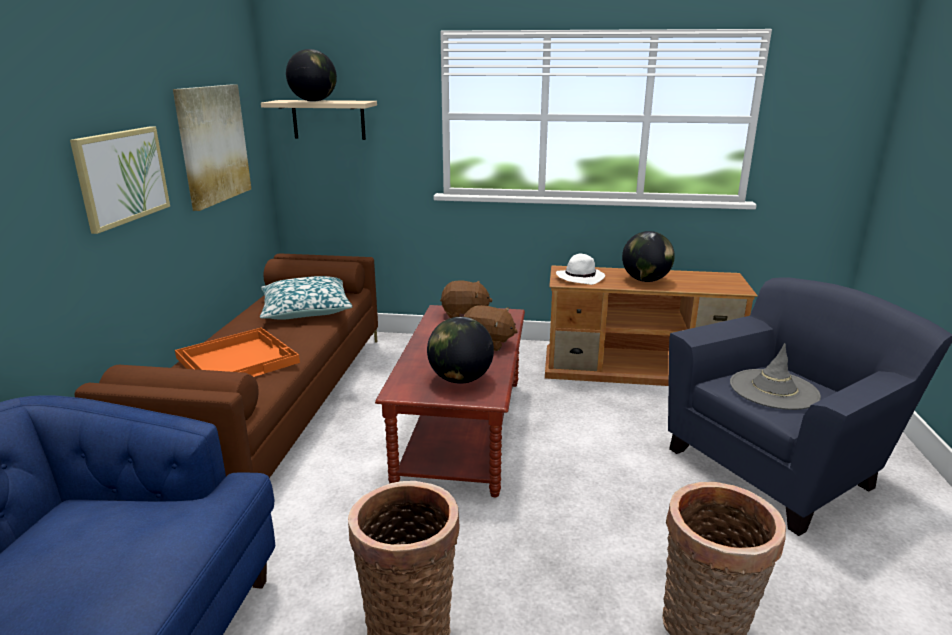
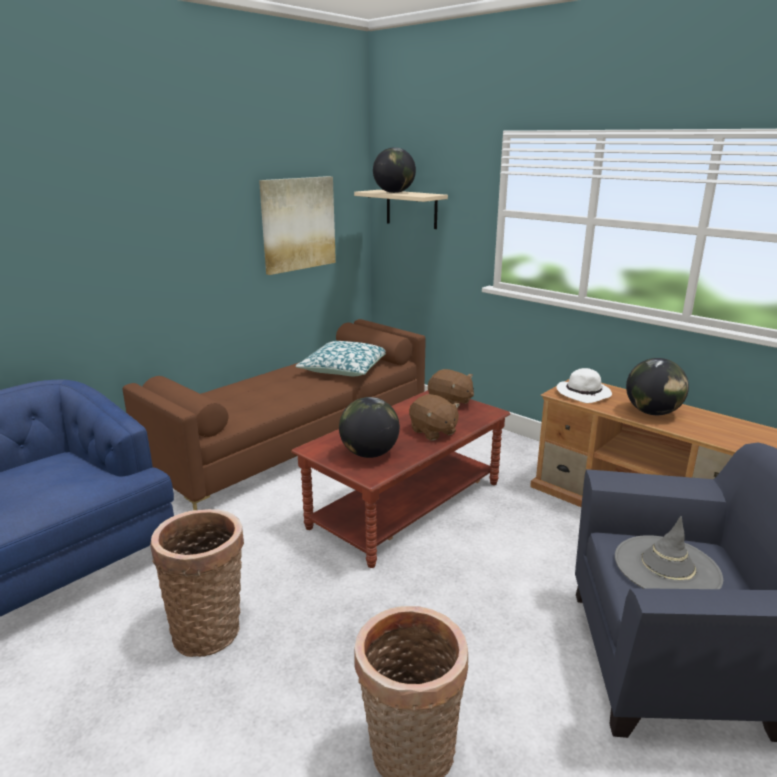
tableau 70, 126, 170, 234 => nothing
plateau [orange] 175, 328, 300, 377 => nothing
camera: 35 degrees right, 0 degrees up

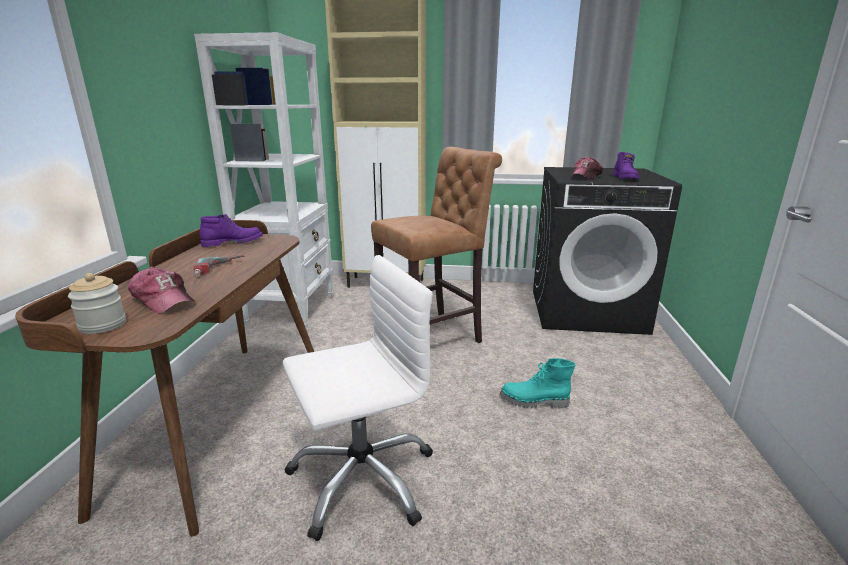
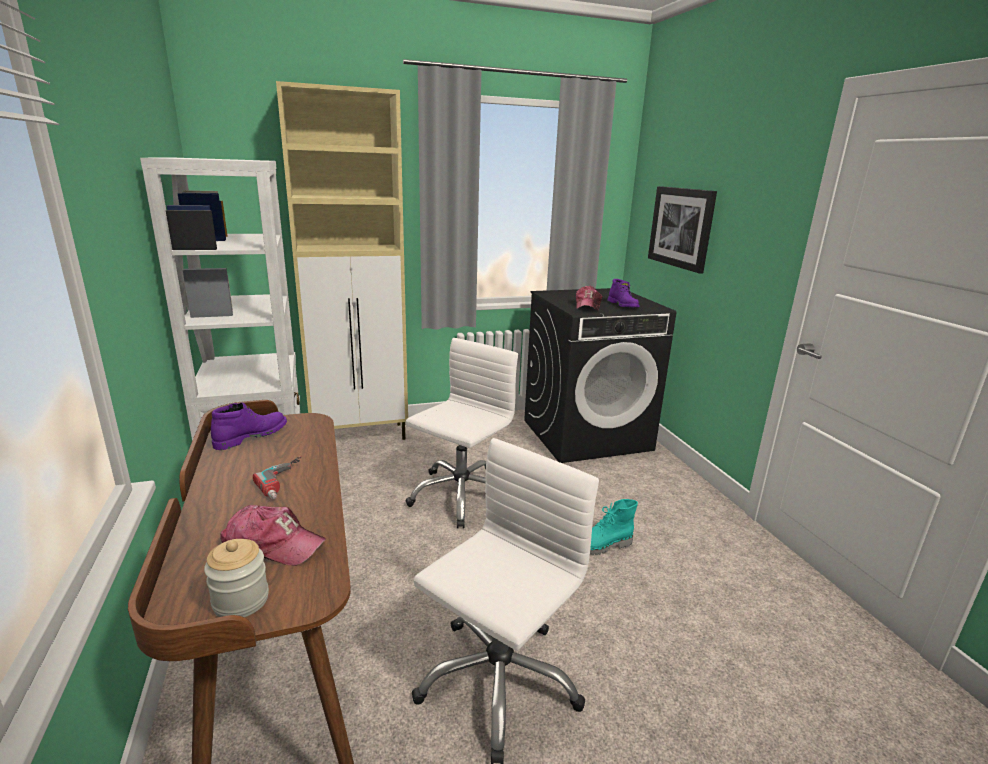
tabouret [marron] 371, 147, 502, 343 => chaise de bureau [blanc] 405, 338, 518, 528
nothing => tableau 648, 186, 717, 274
camera: 25 degrees left, 0 degrees up

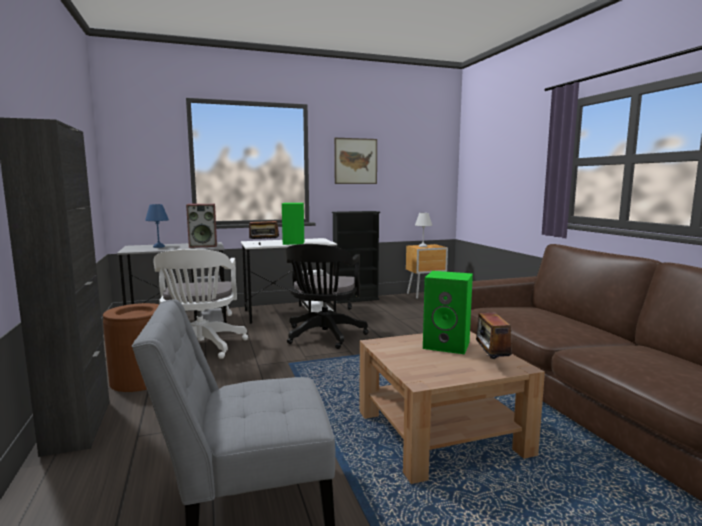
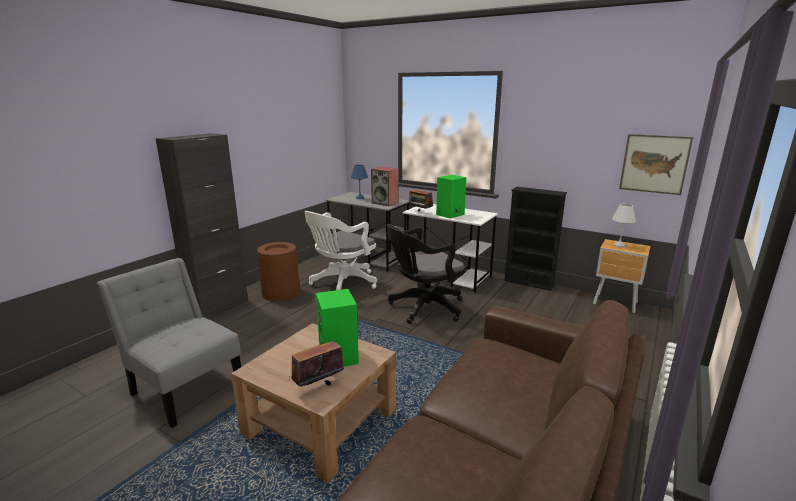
tableau 334, 138, 377, 184 => tableau 619, 134, 693, 195, shifted
camera: 50 degrees right, 10 degrees up

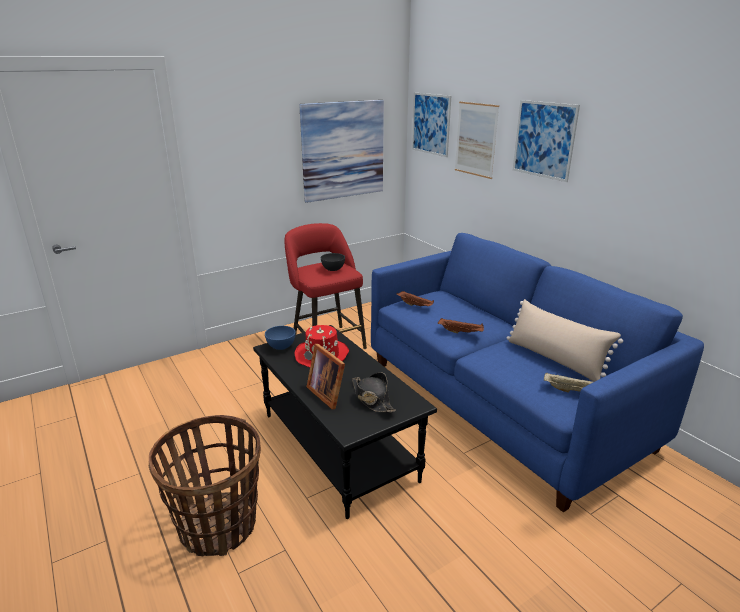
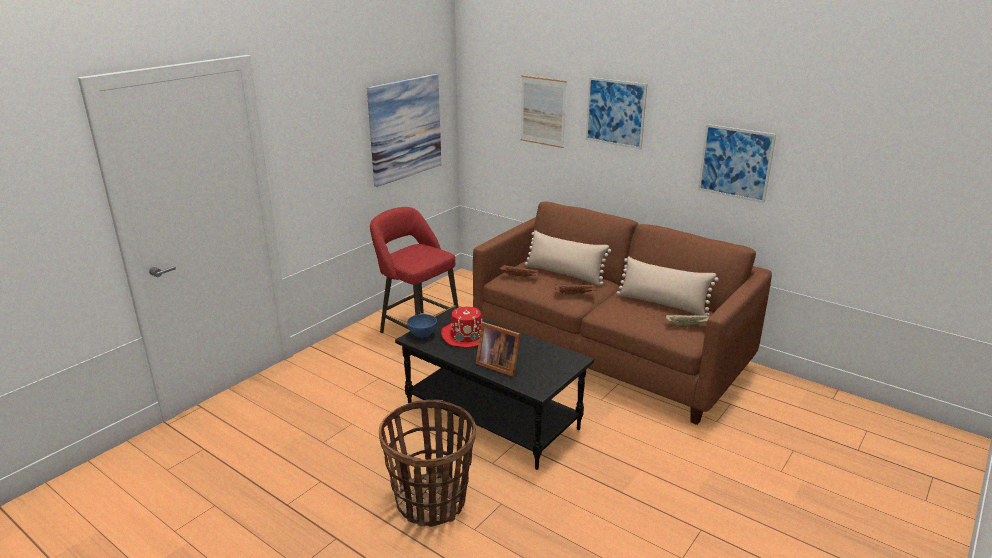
tableau 412, 92, 451, 157 => tableau 698, 124, 776, 203, shifted
canapé [bleu] 371, 233, 704, 512 => canapé [marron] 473, 202, 772, 425
bol [gris] 321, 253, 345, 271 => nothing
chapeau [noir] 352, 372, 396, 413 => nothing
nothing => coussin [beige] 525, 230, 611, 286
camera: 20 degrees left, 0 degrees up

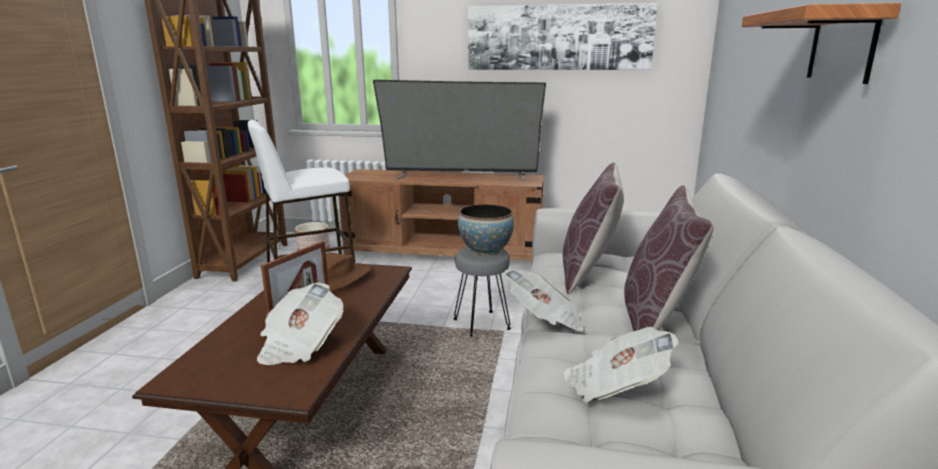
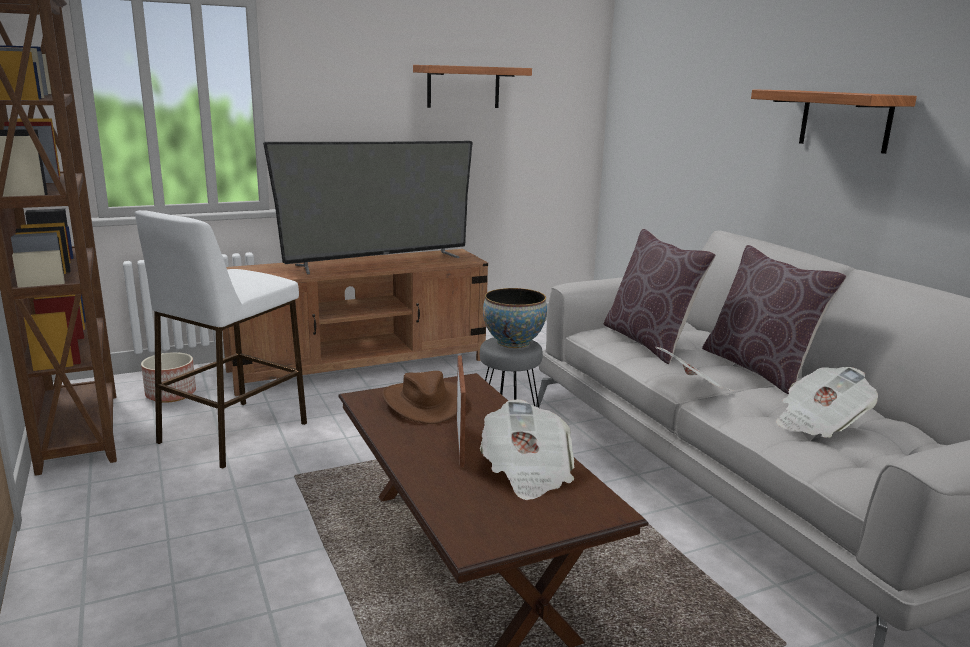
tableau 468, 3, 657, 70 => étagère 413, 65, 532, 108
camera: 35 degrees left, 0 degrees up

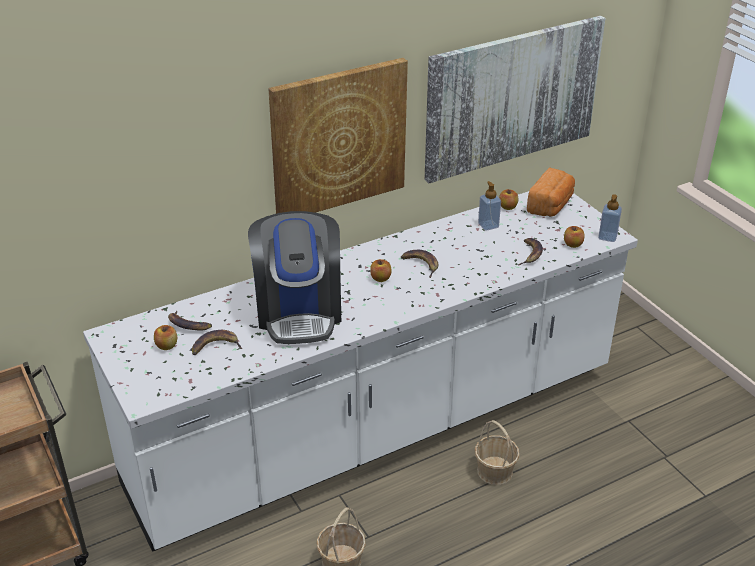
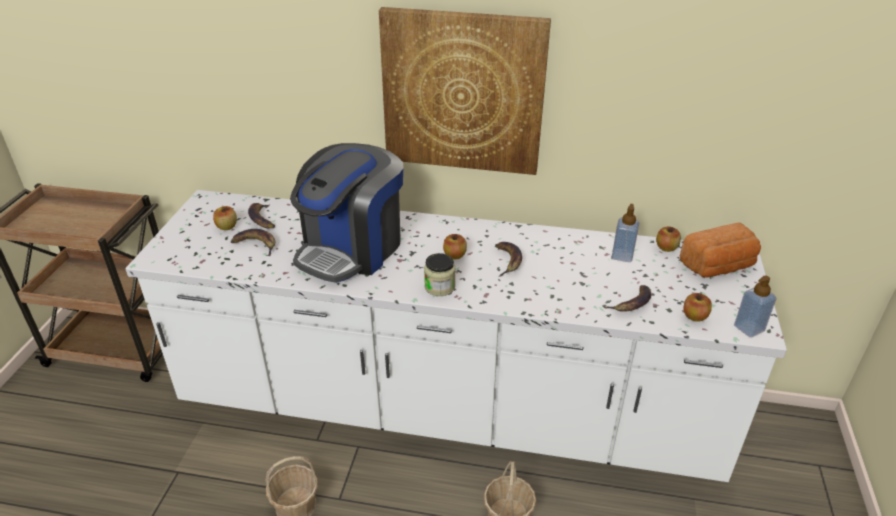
tableau 424, 16, 606, 183 => nothing
nothing => bocal 424, 253, 455, 296
camera: 40 degrees right, 0 degrees up

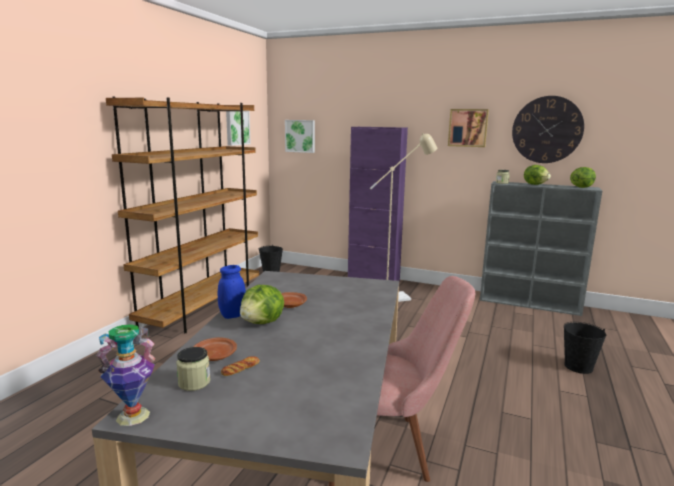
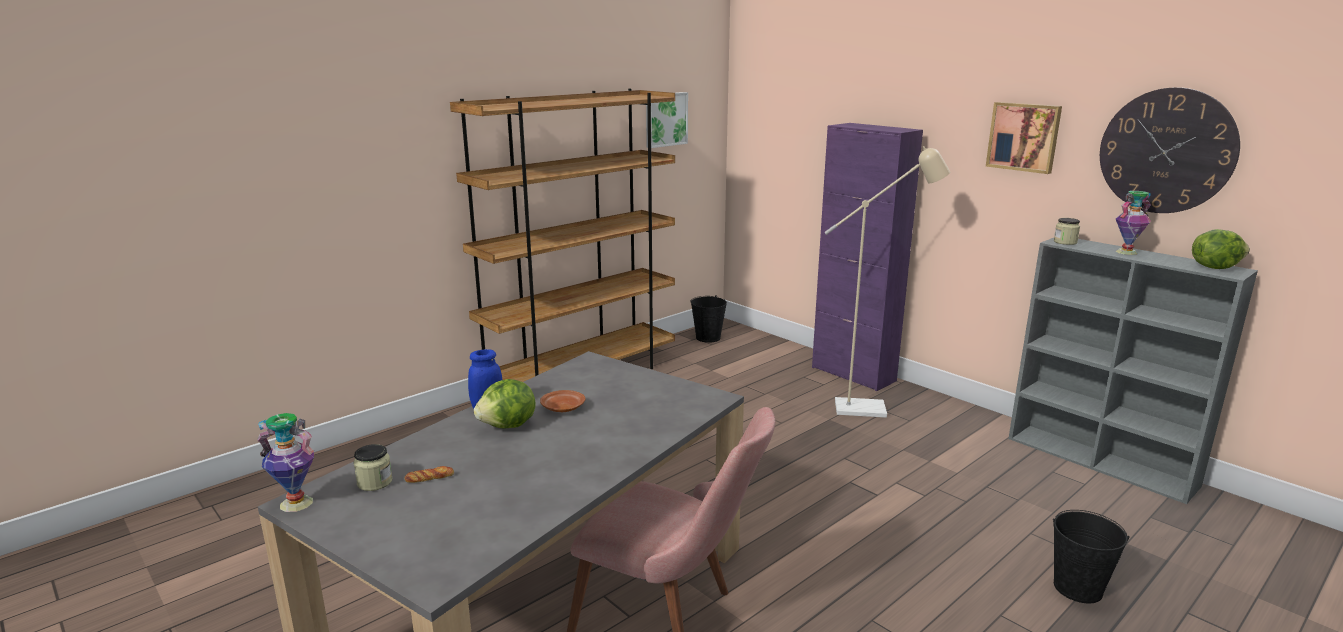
tableau 285, 120, 315, 153 => nothing
laitue 524, 165, 551, 185 => vase 1115, 191, 1151, 255
assiette [marron] 193, 337, 237, 361 => nothing
camera: 25 degrees right, 5 degrees up

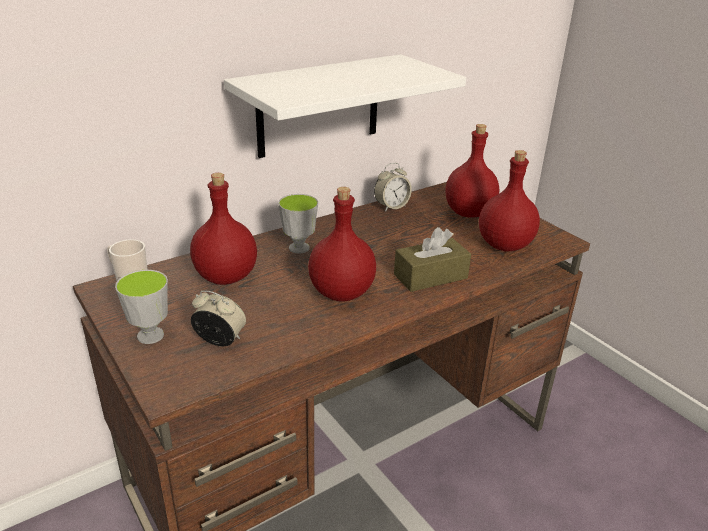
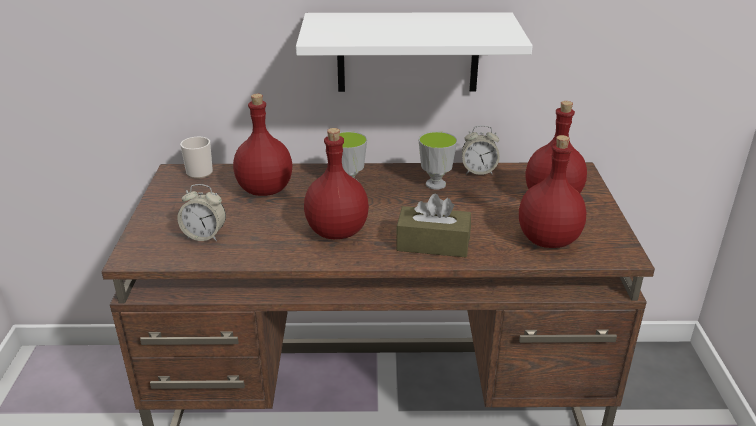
tasse 115, 270, 168, 344 => tasse 419, 131, 457, 190, shifted
réveil 191, 290, 246, 346 => réveil 177, 184, 226, 241, 135 degrees clockwise
camera: 35 degrees right, 0 degrees up

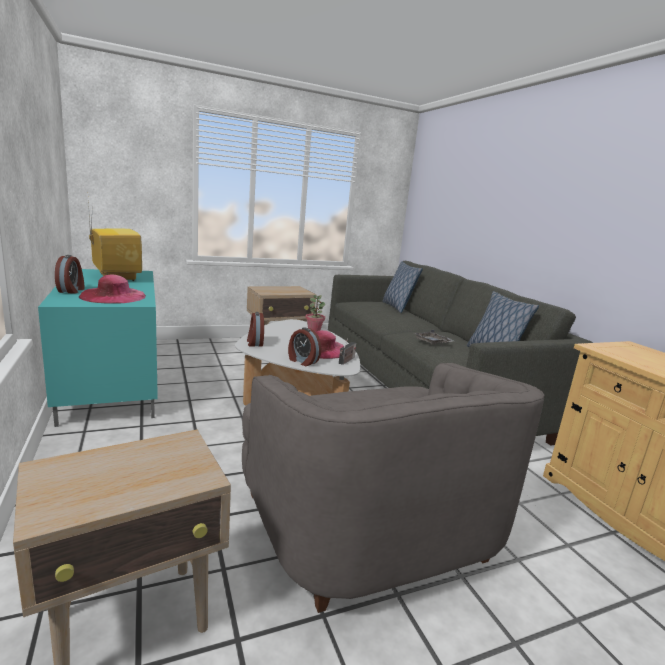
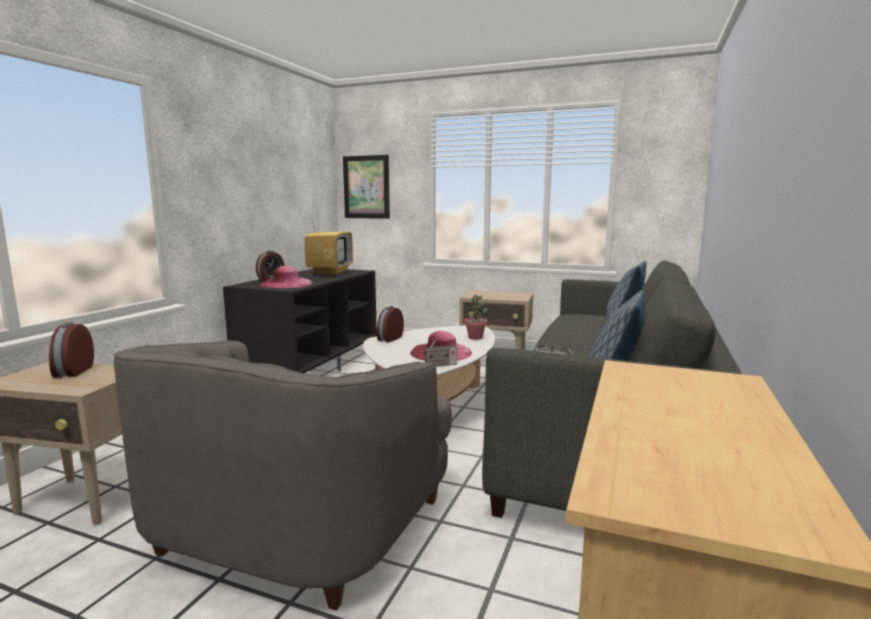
meuble télé [turquoise] 38, 269, 158, 427 => meuble télé [noir] 223, 269, 377, 373
réveil 288, 327, 321, 366 => réveil 49, 322, 94, 377, shifted
nothing => tableau 343, 155, 390, 219
camera: 45 degrees right, 5 degrees down

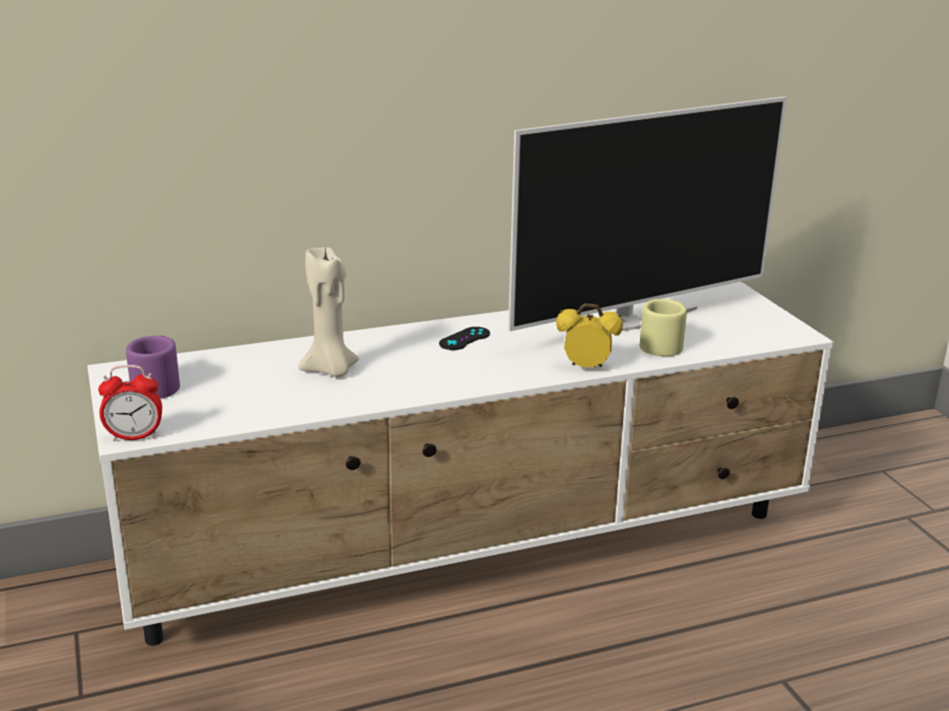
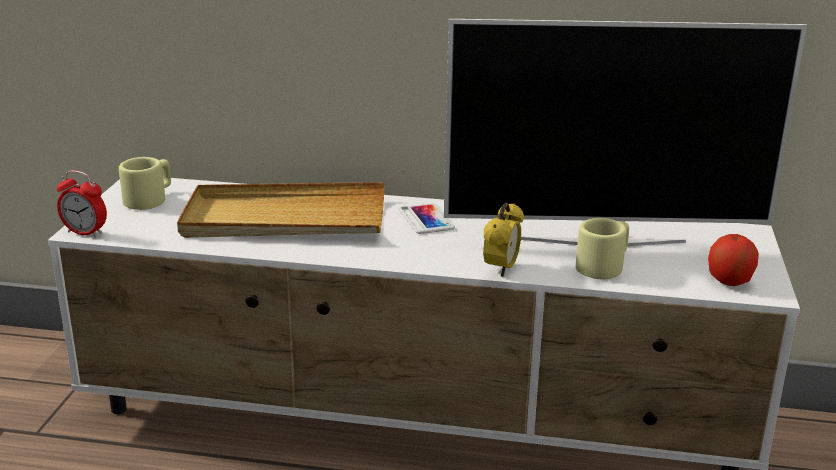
bougie [beige] 298, 247, 359, 376 => plateau [beige] 177, 182, 384, 238
réveil 556, 303, 623, 368 => réveil 483, 202, 524, 277, 75 degrees clockwise
manette [noir] 439, 327, 490, 350 => téléphone 399, 203, 455, 234
mug [violet] 126, 335, 180, 399 => mug [beige] 119, 157, 171, 210
nothing => pomme 708, 234, 759, 286
camera: 30 degrees right, 0 degrees up

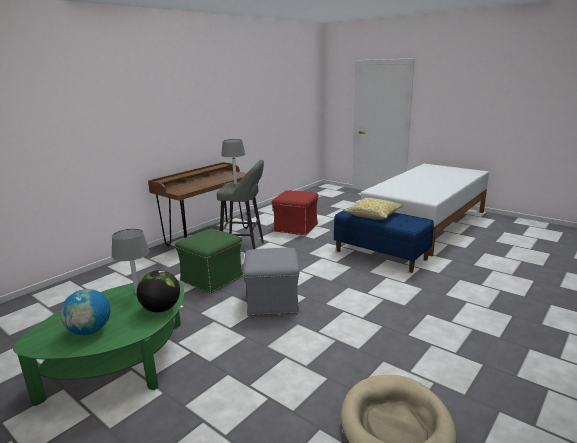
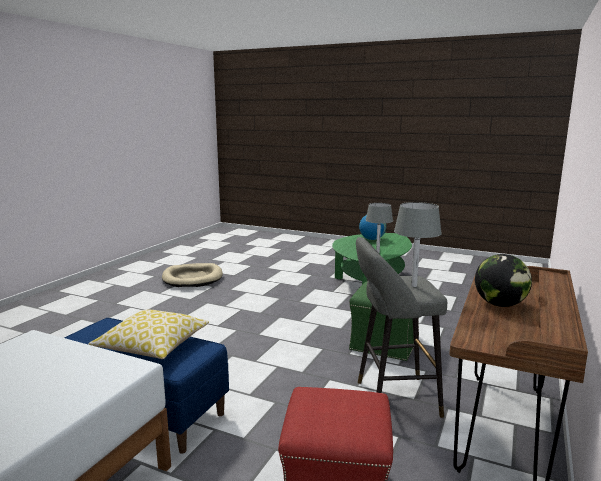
pouf [gris] 243, 248, 300, 316 => nothing
globe 137, 270, 180, 312 => globe 475, 254, 532, 307, shifted
camera: 165 degrees right, 5 degrees down

